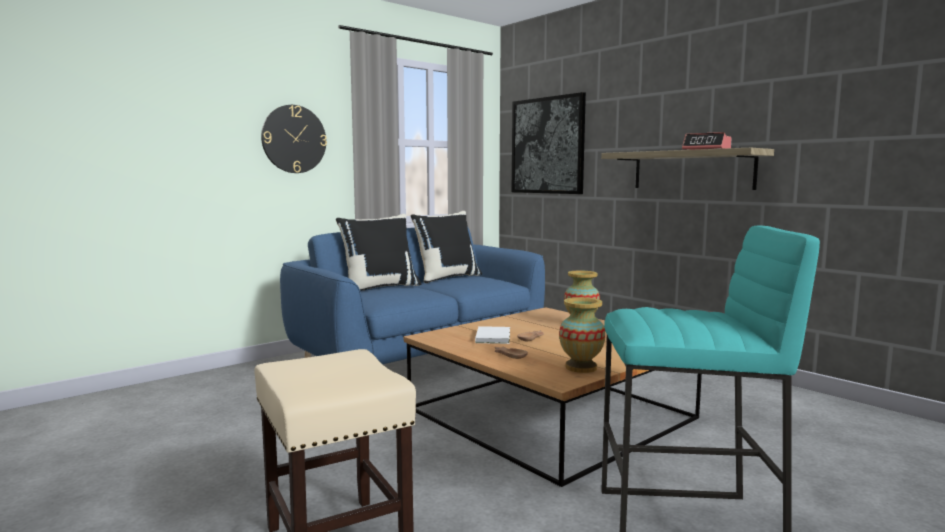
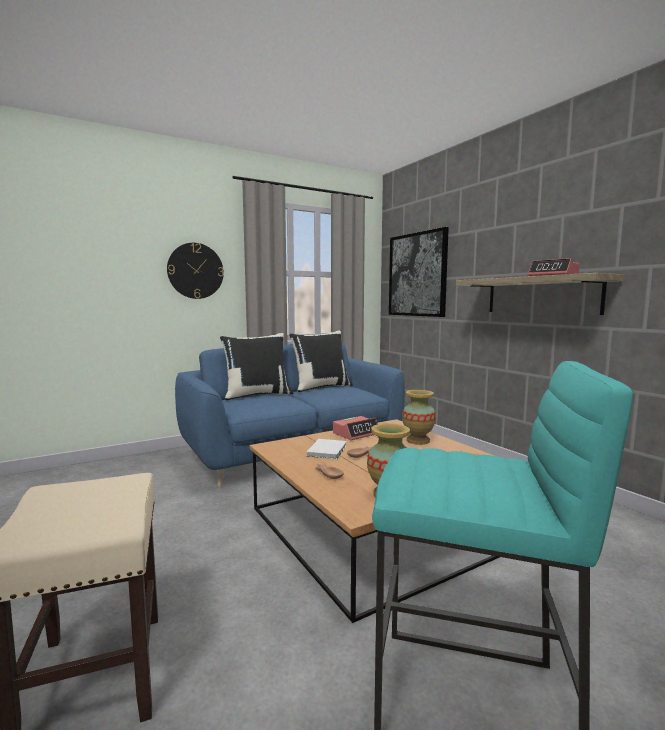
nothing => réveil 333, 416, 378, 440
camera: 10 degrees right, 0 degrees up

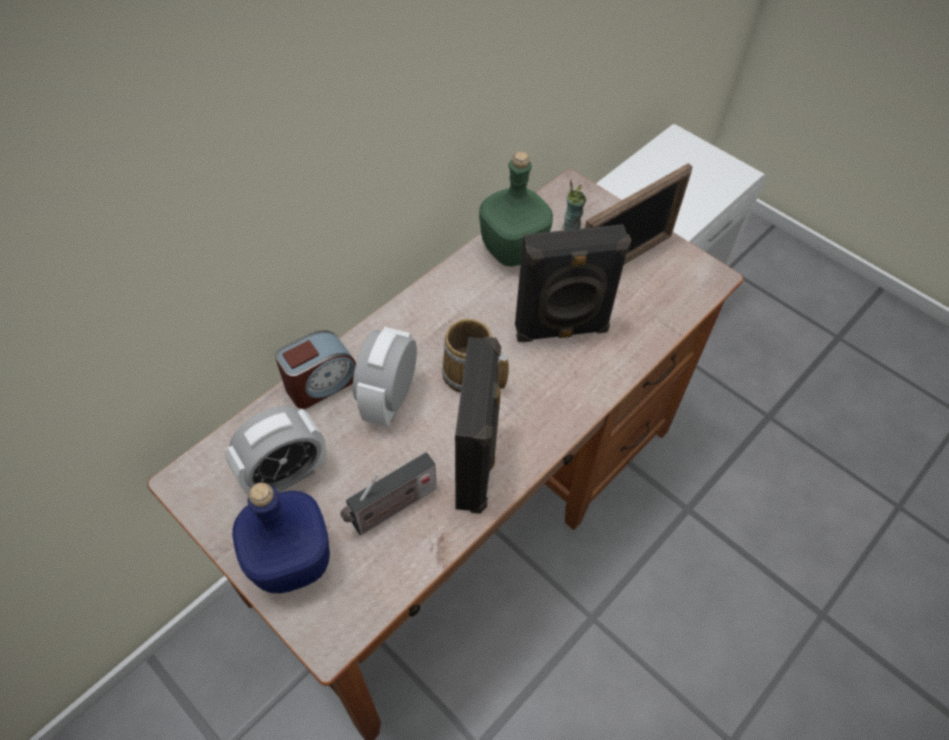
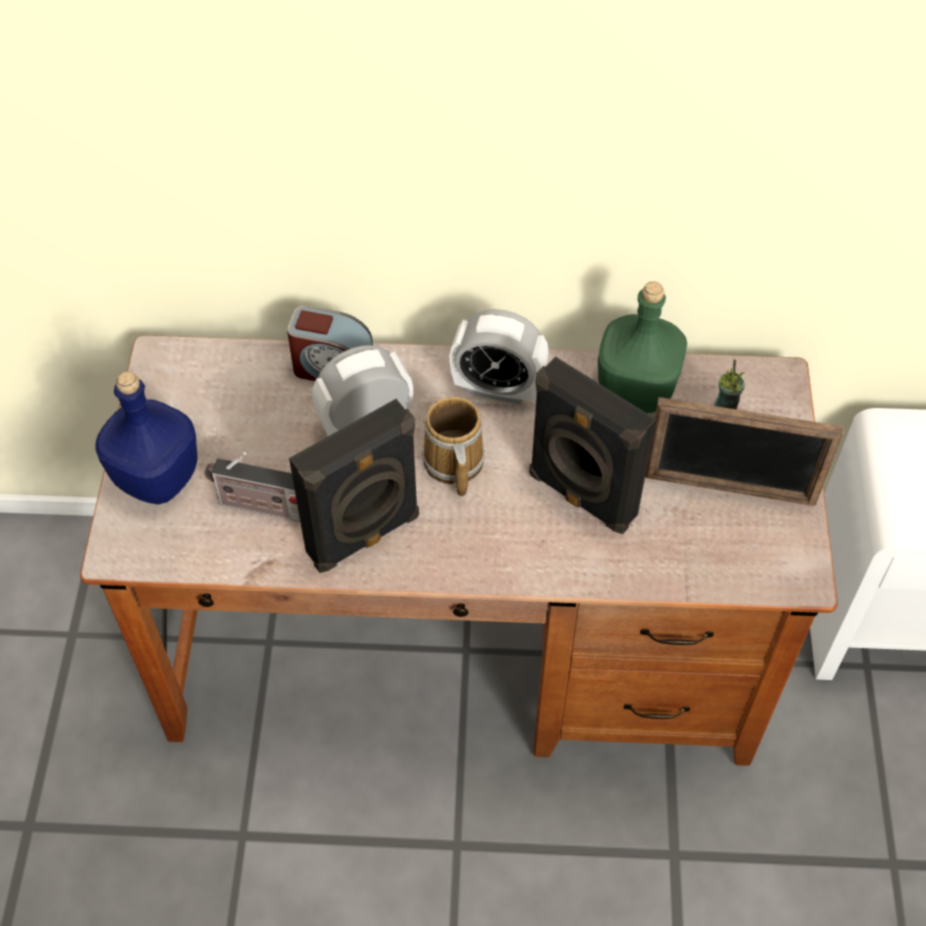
réveil 226, 406, 327, 496 => réveil 450, 309, 549, 405, shifted
camera: 50 degrees right, 0 degrees up

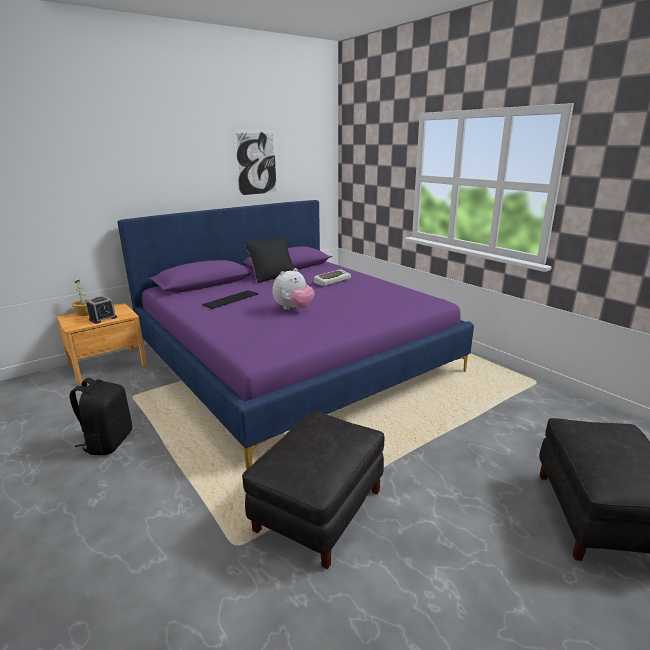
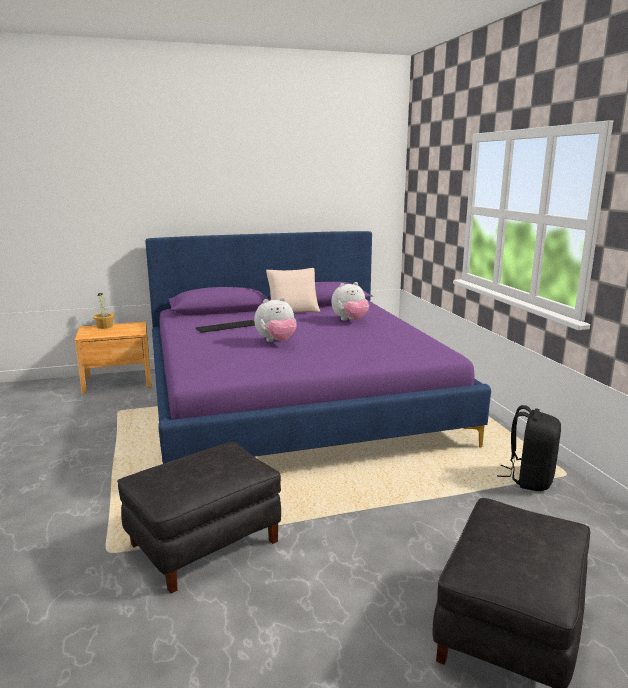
tableau 233, 131, 278, 197 => nothing
coussin [noir] 244, 236, 294, 283 => coussin [beige] 266, 268, 320, 313
clavier 314, 269, 351, 286 => peluche 331, 282, 369, 321
réveil 87, 296, 117, 324 => nothing
sac à dos [noir] 70, 378, 132, 455 => sac à dos [noir] 497, 405, 561, 491, shifted
camera: 20 degrees right, 5 degrees down

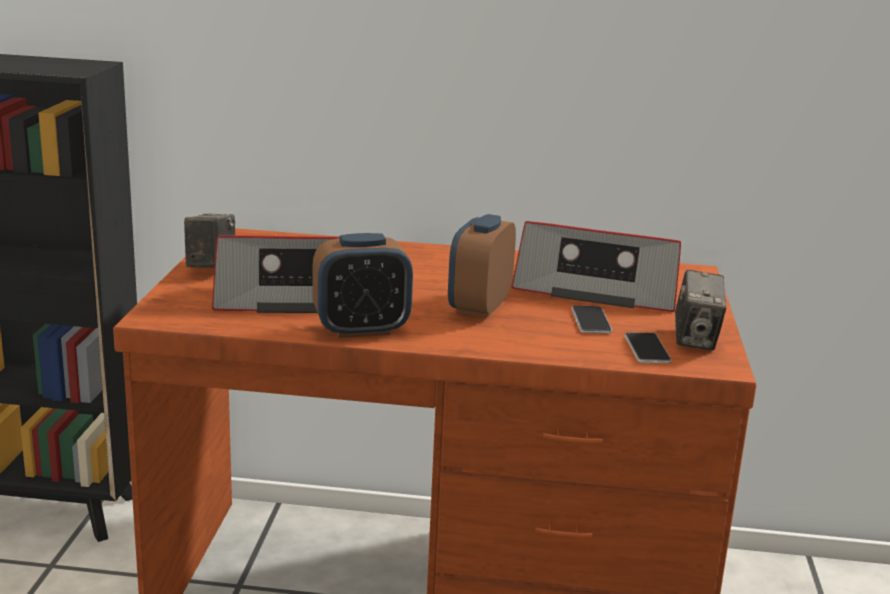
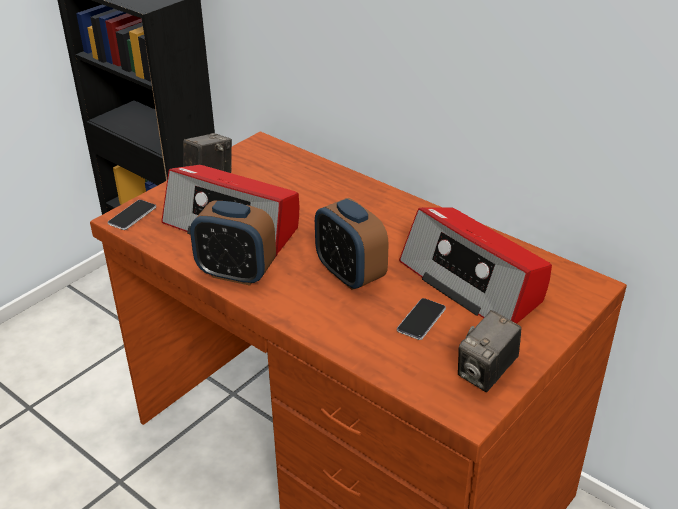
réveil 448, 214, 516, 318 => réveil 315, 198, 388, 290, 90 degrees counterclockwise
téléphone 625, 333, 671, 363 => téléphone 108, 200, 156, 230, shifted
camera: 35 degrees right, 15 degrees up

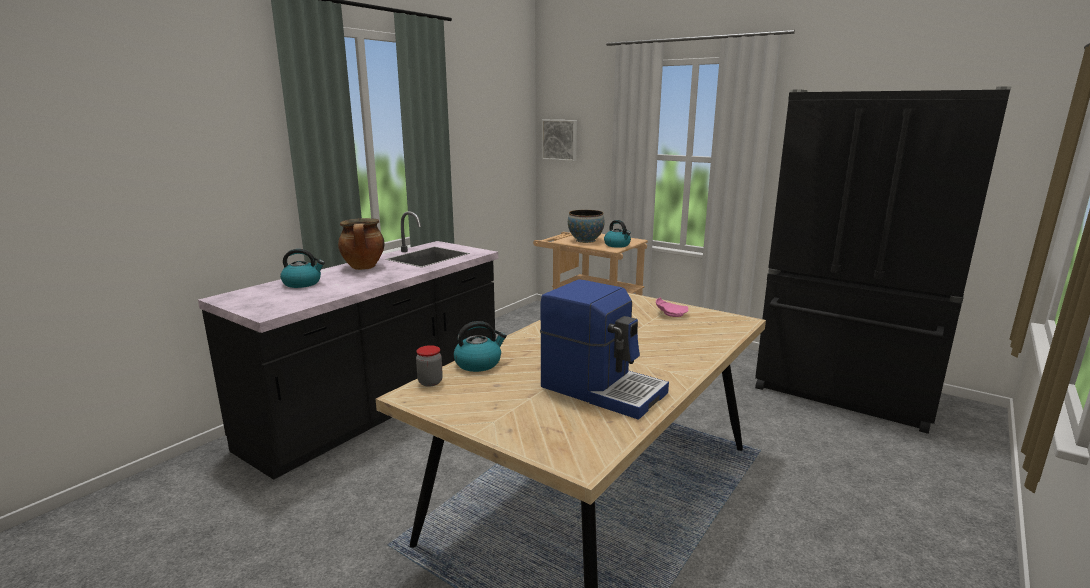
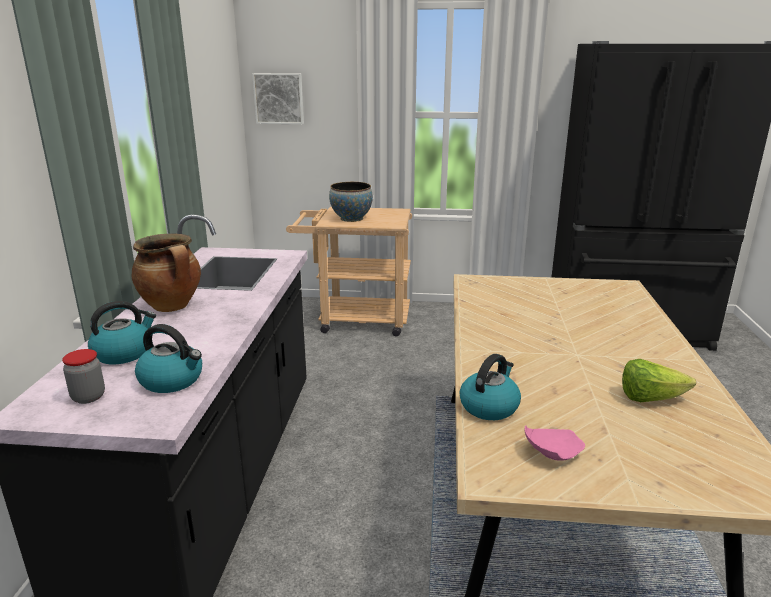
bouilloire 604, 220, 631, 248 => bouilloire 135, 324, 202, 393, shifted
machine à café 540, 280, 669, 420 => laitue 622, 359, 696, 402
assiette [rose] 656, 298, 688, 317 => assiette [rose] 525, 425, 585, 461, shifted
bocal 416, 345, 443, 387 => bocal 62, 349, 105, 404, shifted
camera: 30 degrees left, 5 degrees up

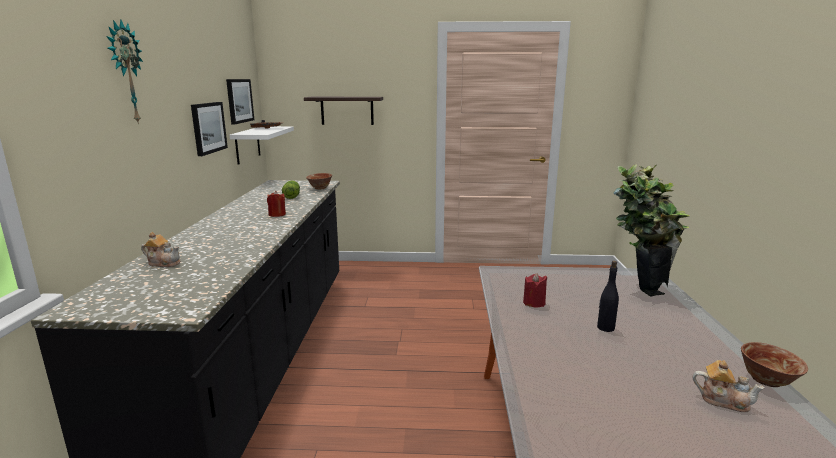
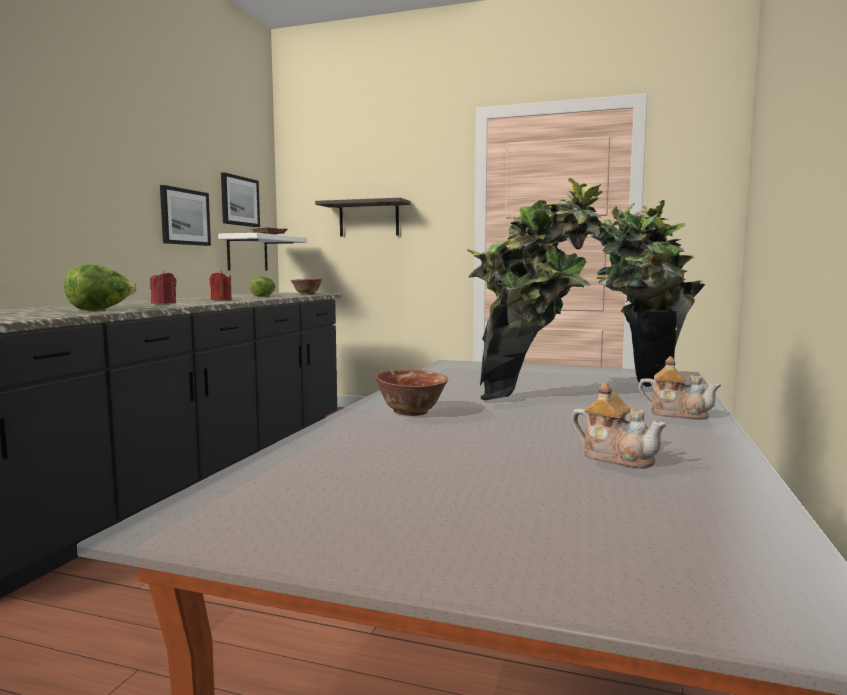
horloge murale 106, 19, 143, 124 => nothing
théière 141, 232, 180, 267 => théière 638, 356, 721, 420, shifted
bouteille [noir] 597, 261, 619, 332 => plante en pot 468, 178, 603, 401
bougie [rouge] 523, 273, 547, 307 => bougie [rouge] 150, 271, 176, 304, shifted
bol 741, 342, 808, 387 => bol 375, 370, 448, 416, shifted
nothing => laitue 64, 264, 137, 311
camera: 15 degrees right, 10 degrees down

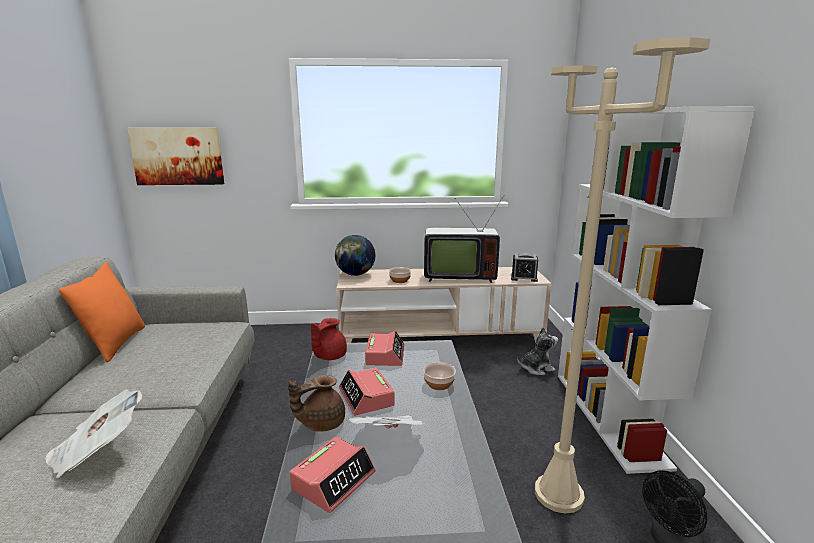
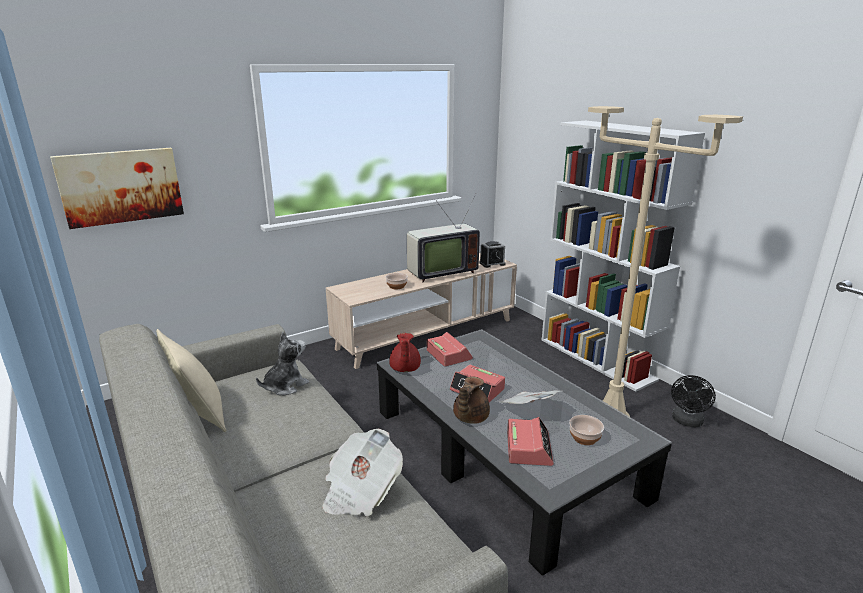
globe 335, 235, 375, 276 => nothing
coussin [orange] 59, 262, 145, 362 => coussin [beige] 156, 329, 227, 432
peluche 517, 327, 558, 375 => peluche 256, 332, 309, 396, shifted
bol 423, 362, 456, 390 => bol 569, 415, 604, 445, shifted
camera: 30 degrees left, 5 degrees up

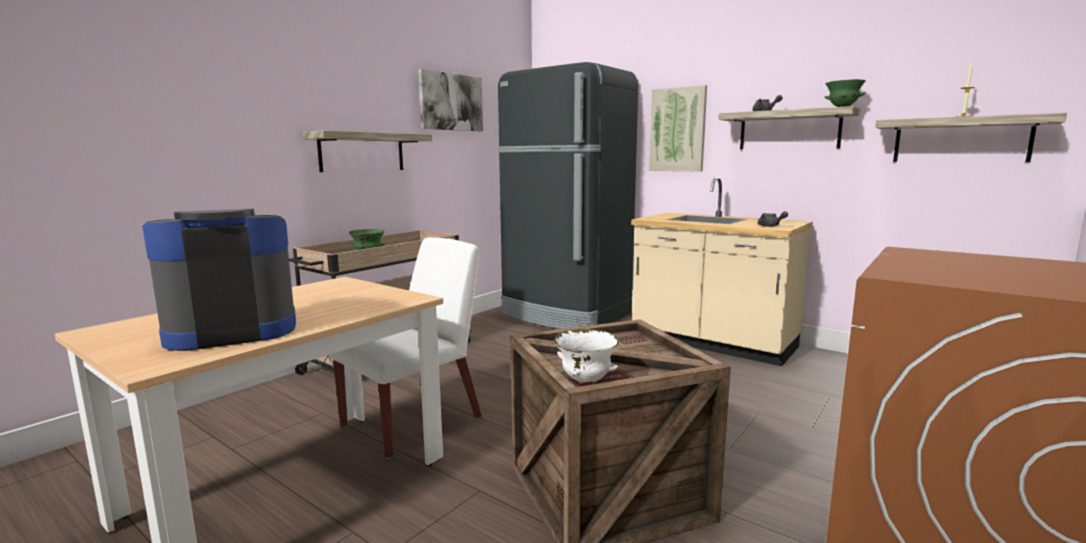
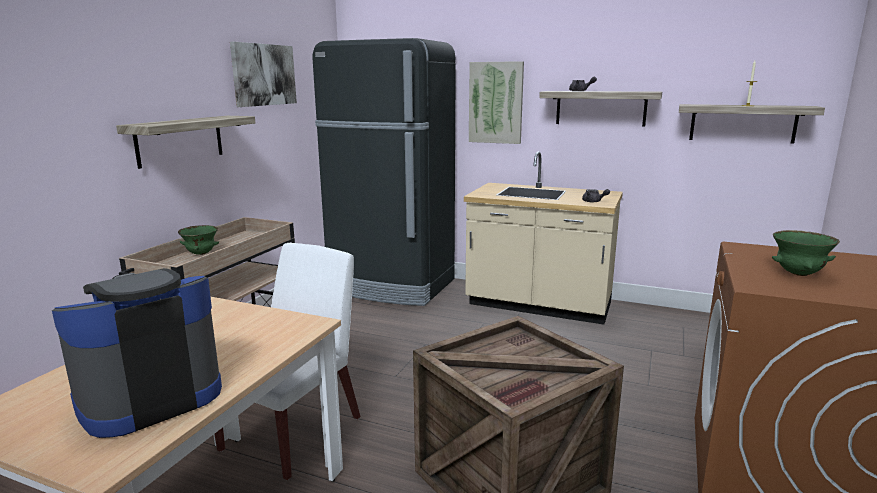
bol [vert] 824, 79, 866, 107 => bol [vert] 772, 230, 840, 276, shifted
bol [blanc] 554, 329, 620, 383 => nothing
camera: 15 degrees left, 5 degrees up

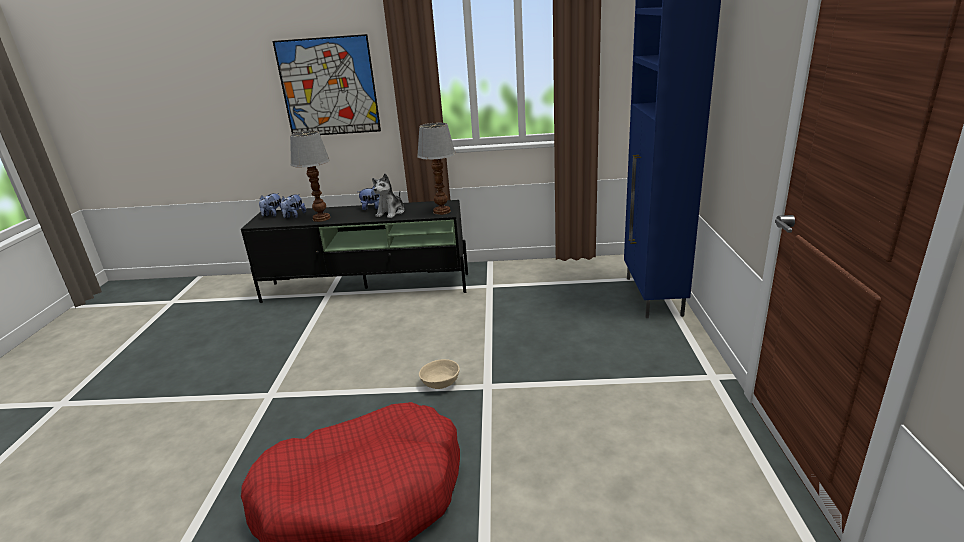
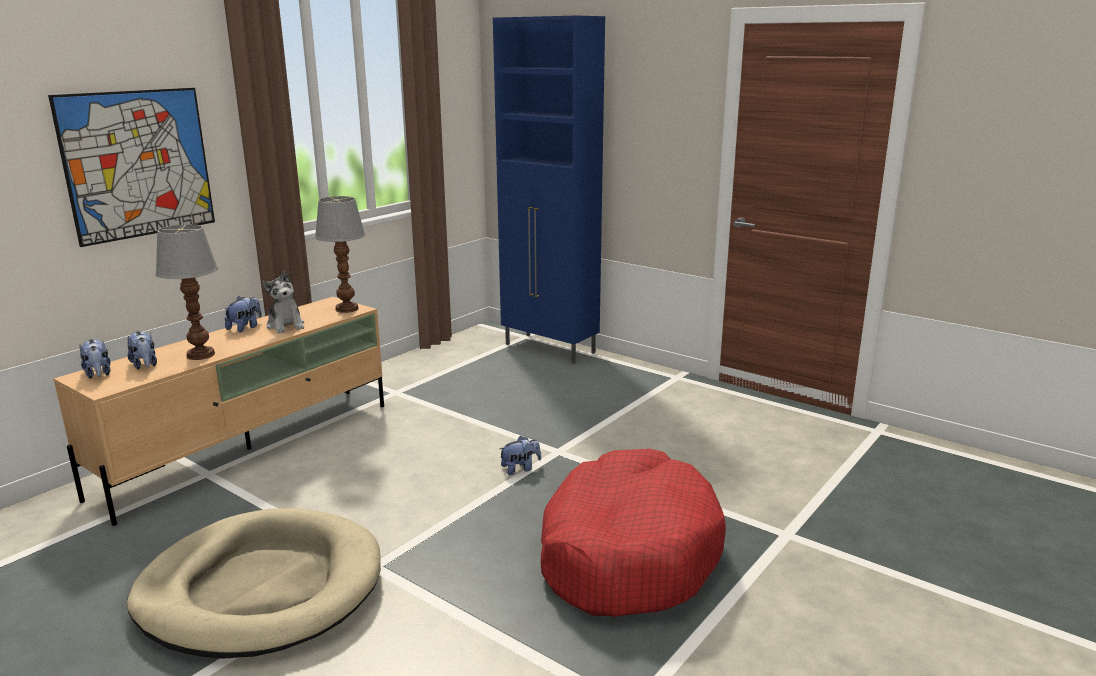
meuble télé [noir] 241, 200, 468, 303 => meuble télé [beige] 54, 297, 384, 526
bol [beige] 419, 359, 460, 389 => peluche 499, 436, 541, 475
nothing => panier pour chien [beige] 127, 508, 381, 659
camera: 55 degrees left, 5 degrees down

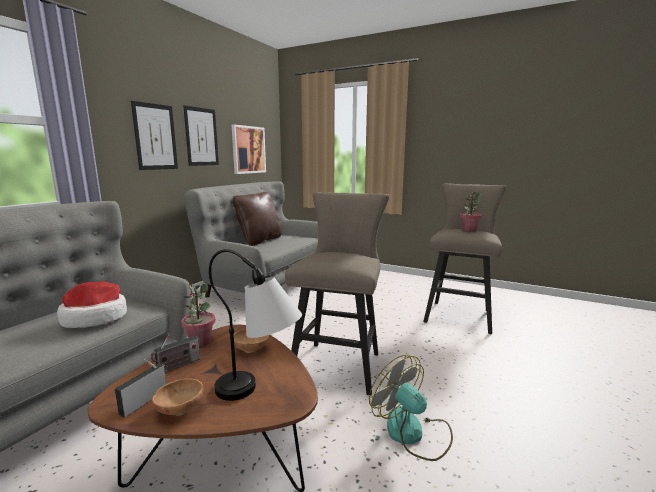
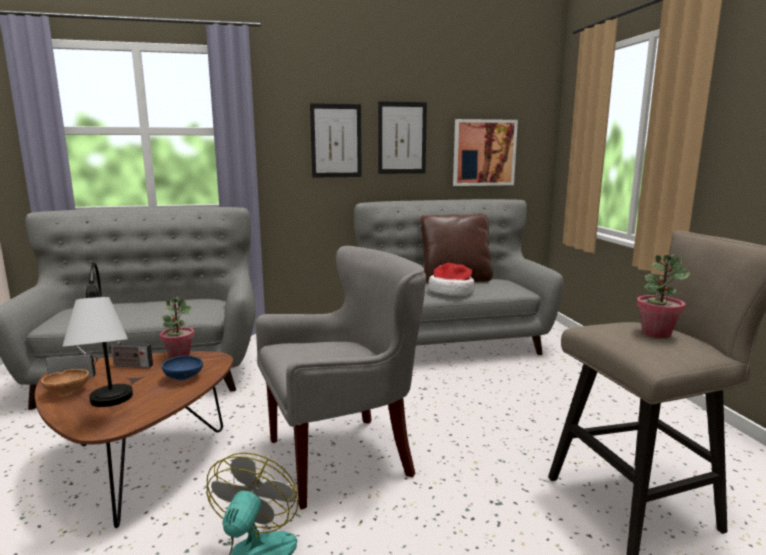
tabouret [beige] 285, 192, 389, 395 => fauteuil [gris] 256, 246, 426, 509
chapeau 57, 281, 127, 328 => chapeau 428, 263, 475, 296, shifted
bol [marron] 234, 329, 269, 353 => bol [bleu] 162, 356, 203, 380
camera: 50 degrees right, 0 degrees up

